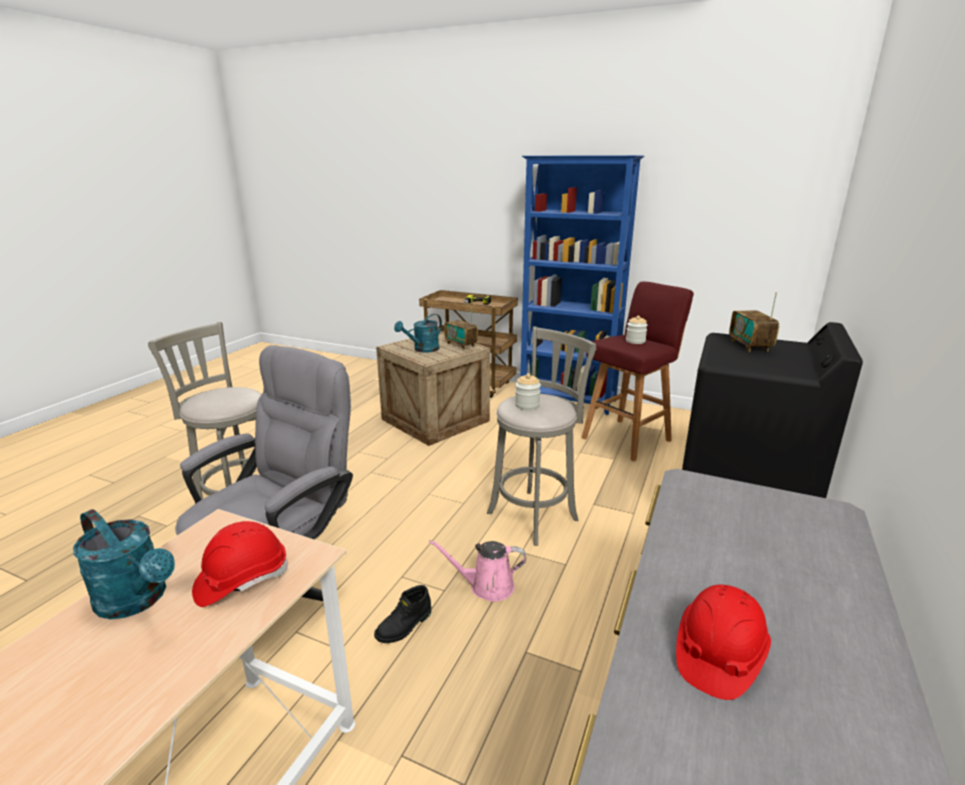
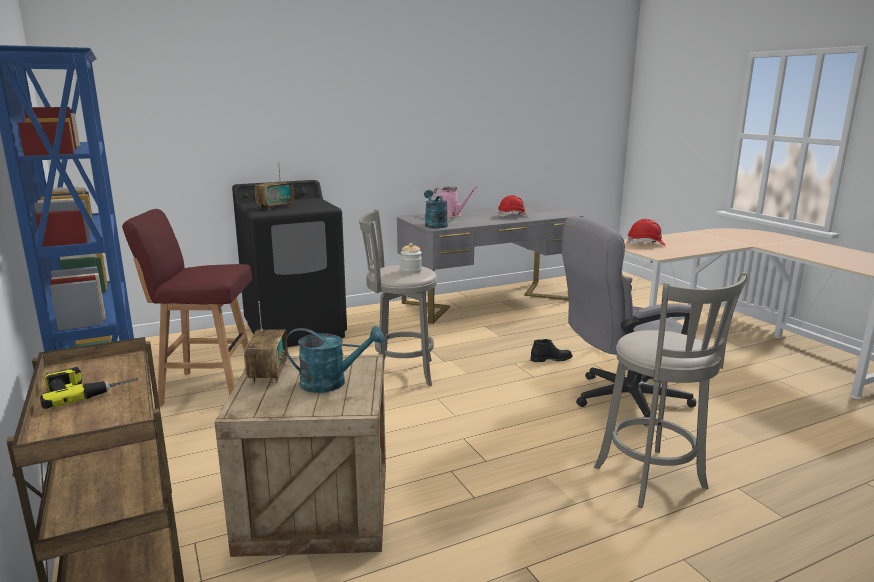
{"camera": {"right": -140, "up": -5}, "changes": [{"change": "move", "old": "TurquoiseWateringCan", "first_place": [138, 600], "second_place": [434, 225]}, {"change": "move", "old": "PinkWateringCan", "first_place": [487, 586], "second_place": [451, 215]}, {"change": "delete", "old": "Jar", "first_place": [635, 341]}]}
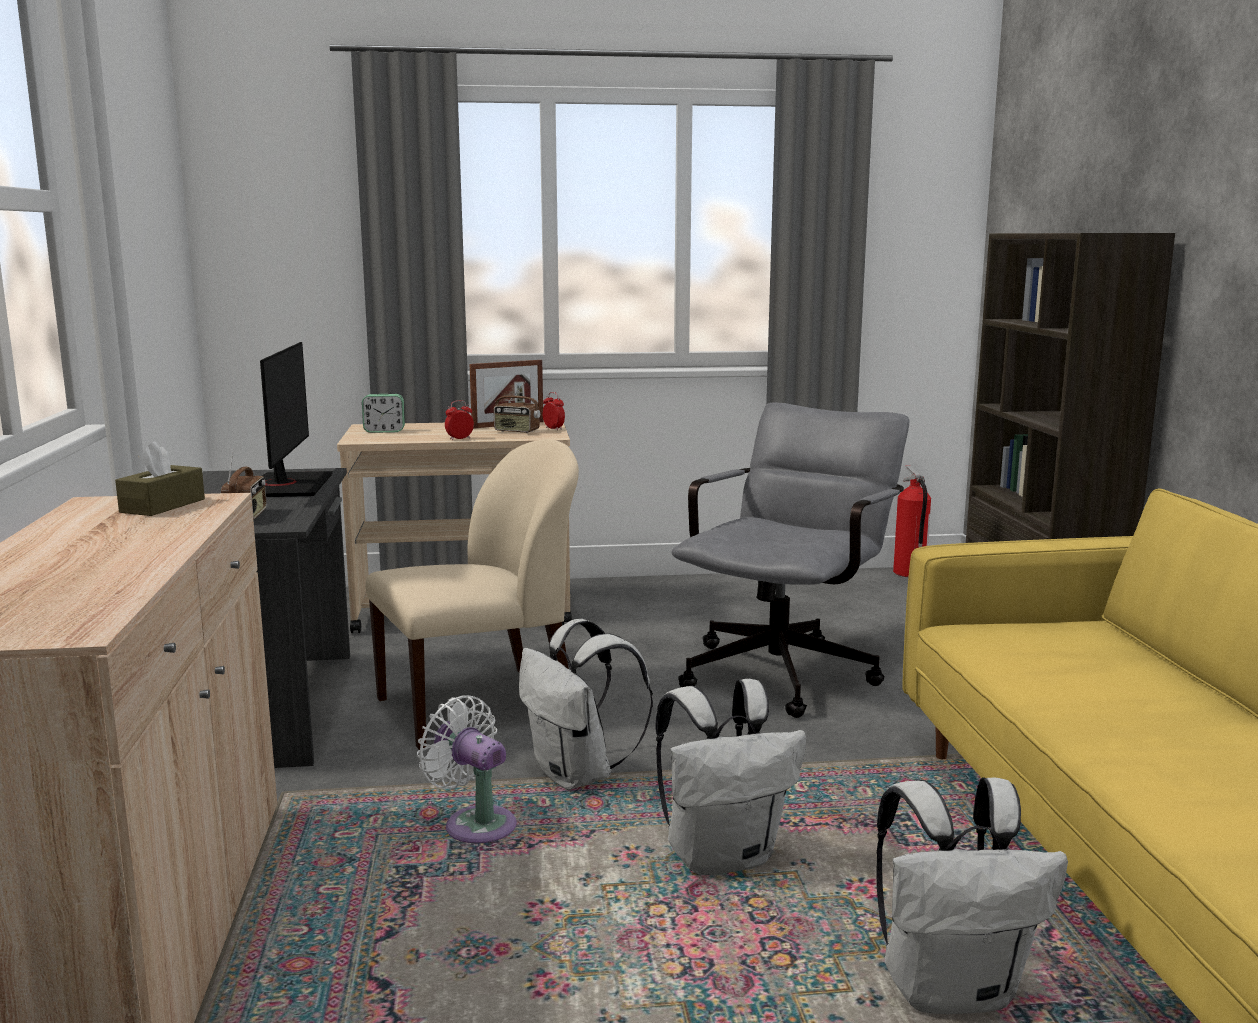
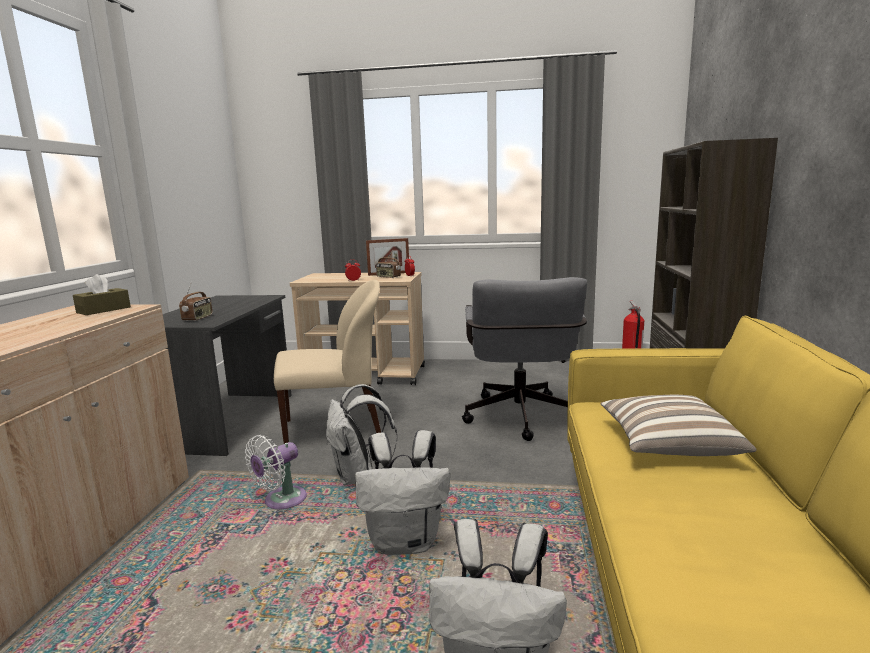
{"camera": {"right": 15, "up": 0}, "changes": [{"change": "rotate", "old": "WhiteFan", "first_place": [475, 824], "second_place": [281, 501], "degrees": -105}, {"change": "rotate", "old": "GreyOfficeChair", "first_place": [786, 670], "second_place": [520, 420], "degrees": 135}, {"change": "insert", "new": "Pillow", "second_place": [668, 445]}, {"change": "delete", "old": "Monitor", "first_place": [288, 486]}, {"change": "delete", "old": "AlarmClock", "first_place": [384, 431]}]}
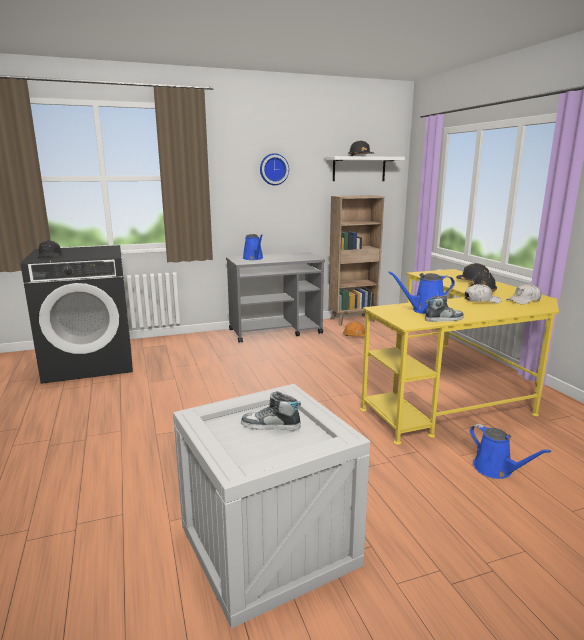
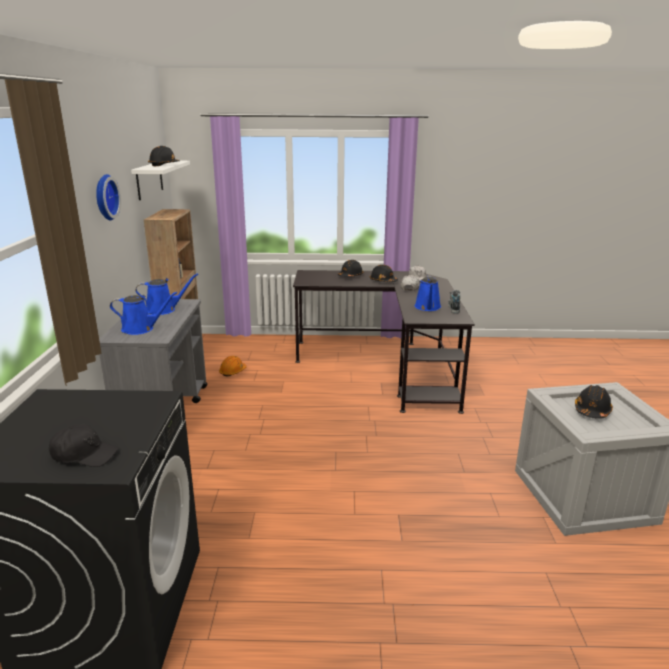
{"camera": {"right": -70, "up": 5}, "changes": [{"change": "move", "old": "BlueWateringCan", "first_place": [496, 469], "second_place": [164, 310]}, {"change": "recolor", "old": "YellowDesk", "new": "BlackDesk", "first_place": [455, 389], "second_place": [387, 365]}, {"change": "replace", "old": "Shoe", "new": "BlackHardHat", "first_place": [271, 425], "second_place": [592, 410]}]}
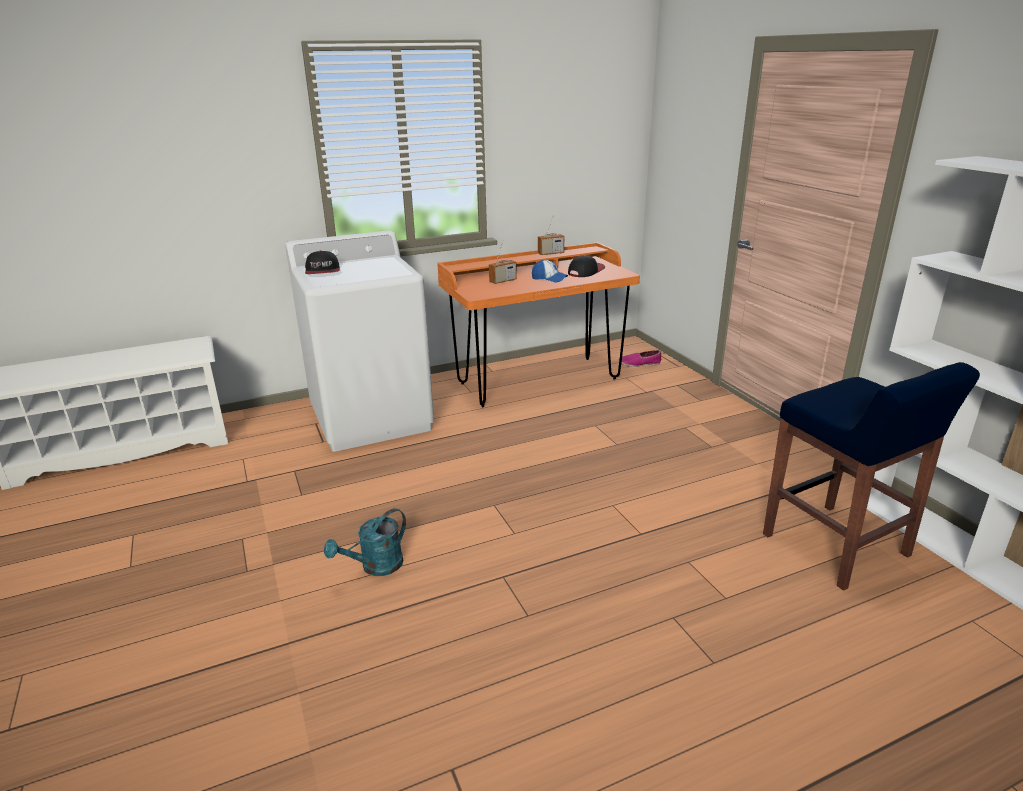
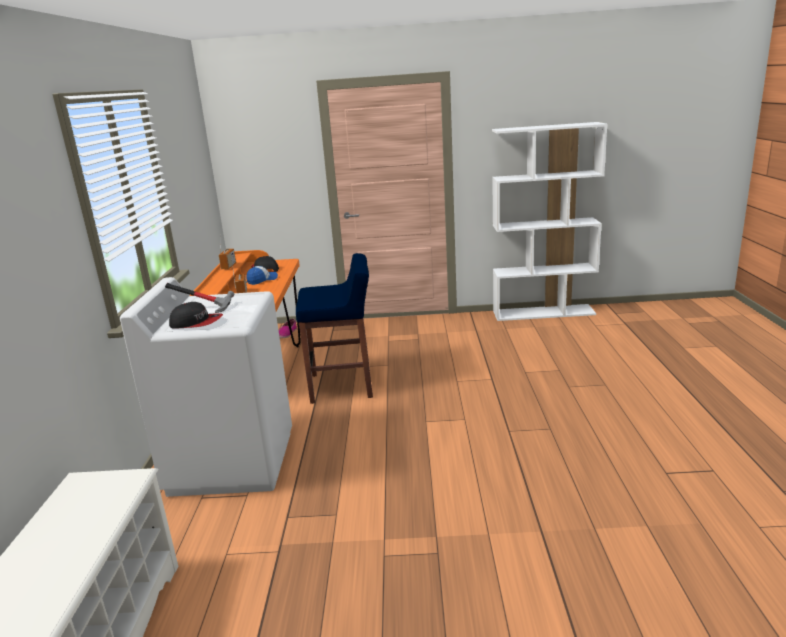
{"camera": {"right": -65, "up": -5}, "changes": [{"change": "insert", "new": "Hammer", "second_place": [205, 307]}, {"change": "move", "old": "BlueStool", "first_place": [837, 547], "second_place": [343, 386]}, {"change": "delete", "old": "TurquoiseWateringCan", "first_place": [375, 567]}]}
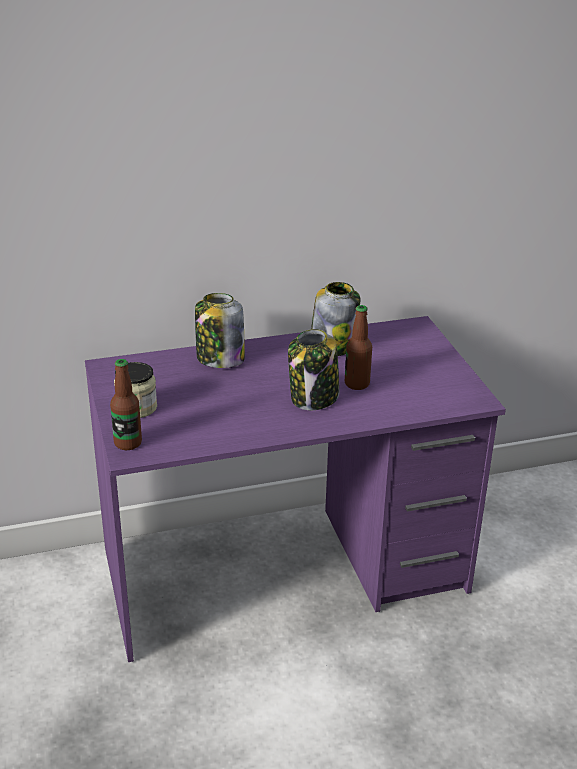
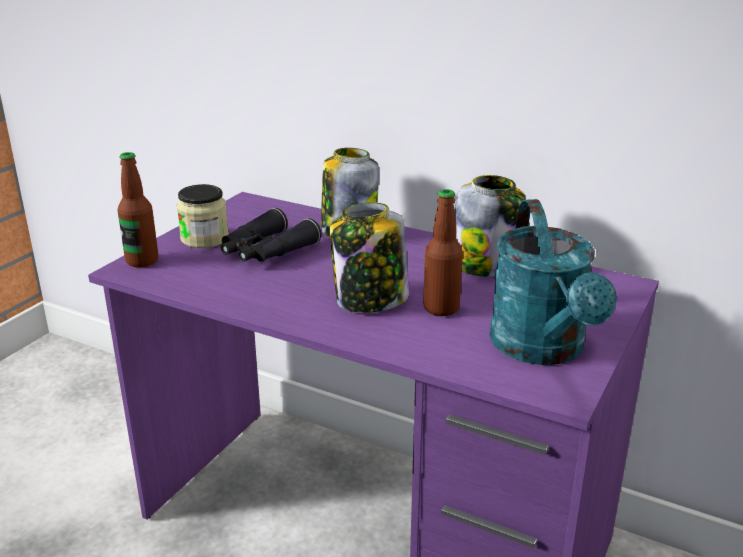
{"camera": {"right": 45, "up": -5}, "changes": [{"change": "insert", "new": "BlackBinoculars", "second_place": [266, 251]}, {"change": "insert", "new": "TurquoiseWateringCan", "second_place": [543, 349]}]}
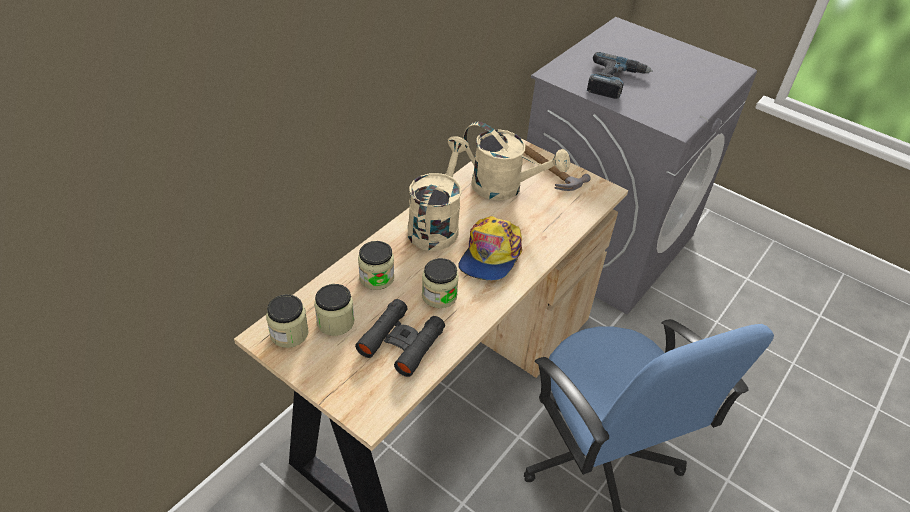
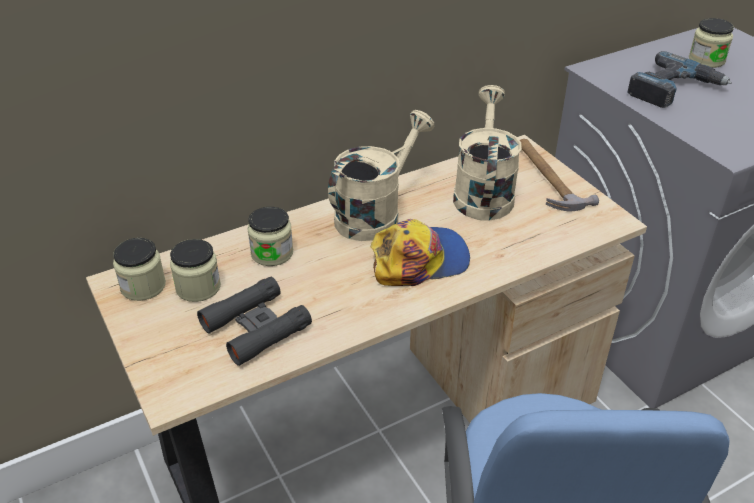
{"camera": {"right": 25, "up": -5}, "changes": [{"change": "rotate", "old": "Cap", "first_place": [490, 255], "second_place": [419, 260], "degrees": -150}, {"change": "rotate", "old": "BeigeWateringCan", "first_place": [505, 188], "second_place": [483, 192], "degrees": -135}, {"change": "move", "old": "Jar", "first_place": [439, 295], "second_place": [706, 60]}]}
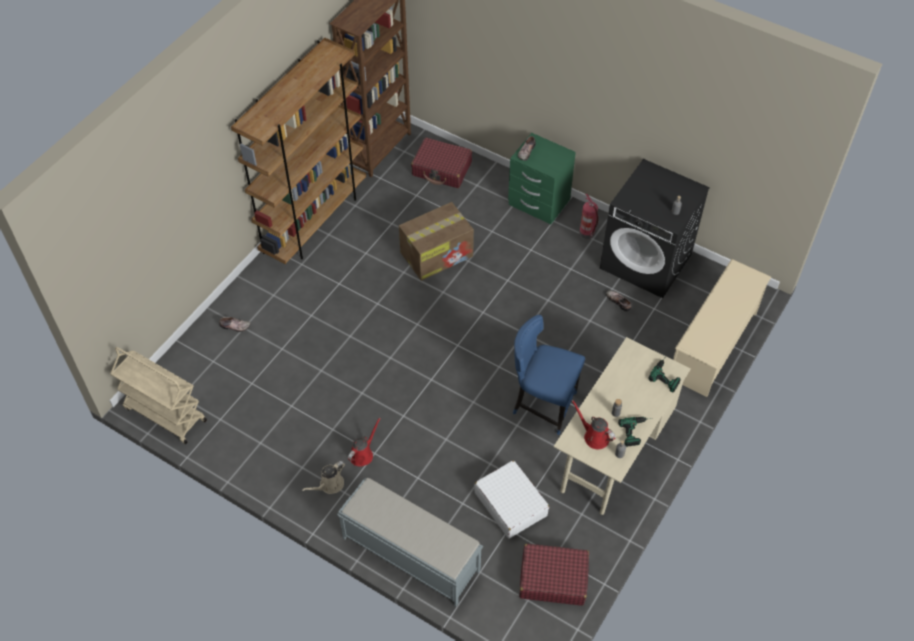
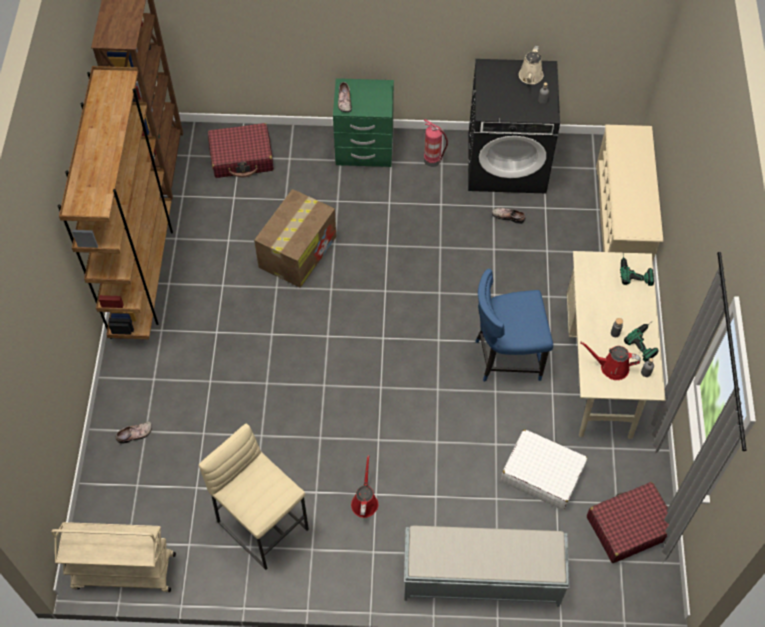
{"camera": {"right": -30, "up": 5}, "changes": [{"change": "insert", "new": "BeigeStool", "second_place": [263, 525]}, {"change": "move", "old": "BeigeWateringCan", "first_place": [329, 485], "second_place": [530, 77]}]}
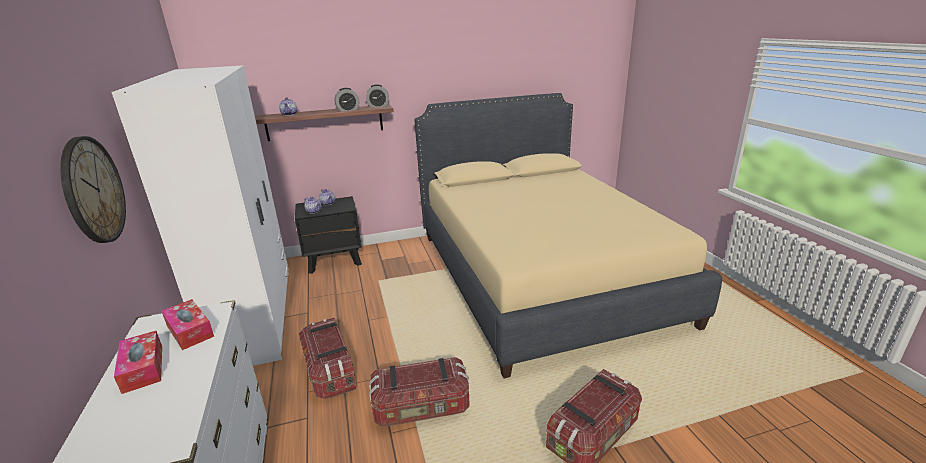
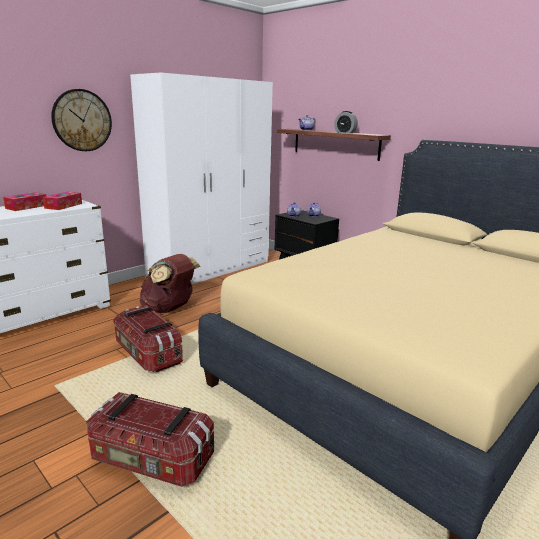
{"camera": {"right": 60, "up": -5}, "changes": [{"change": "replace", "old": "StorageBox", "new": "BrownBackpack", "first_place": [330, 372], "second_place": [169, 309]}, {"change": "delete", "old": "AlarmClock", "first_place": [378, 106]}]}
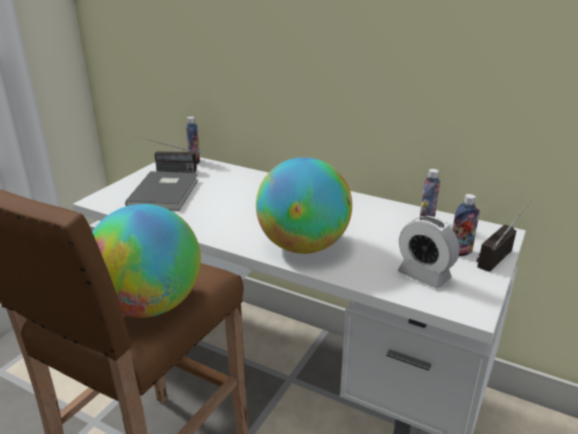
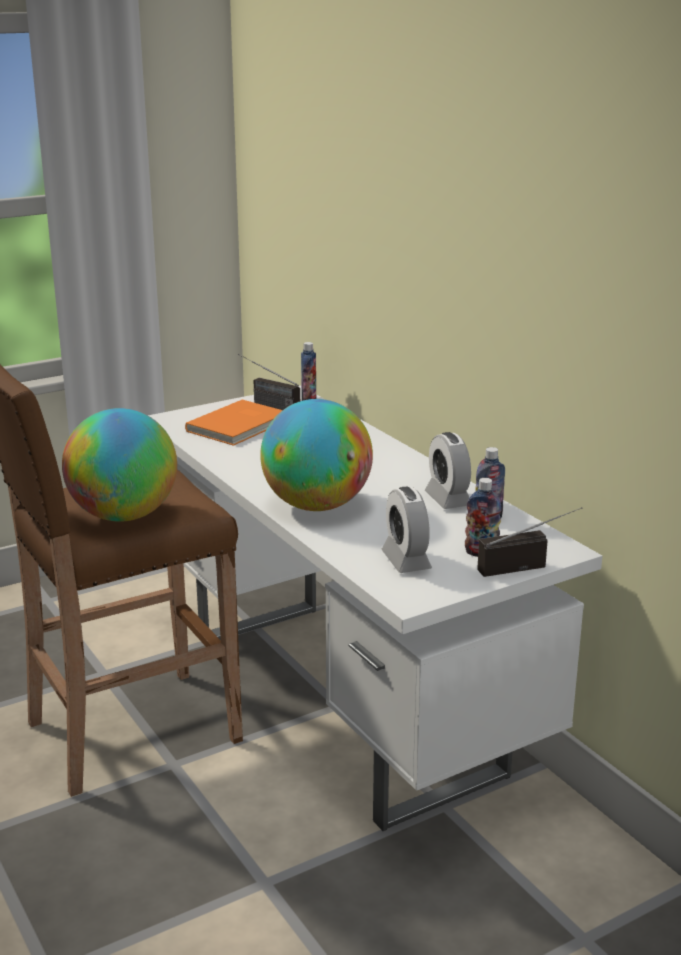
{"camera": {"right": 30, "up": -5}, "changes": [{"change": "recolor", "old": "GreyBook", "new": "OrangeBook", "first_place": [166, 192], "second_place": [240, 426]}, {"change": "insert", "new": "AlarmClock", "second_place": [448, 499]}]}
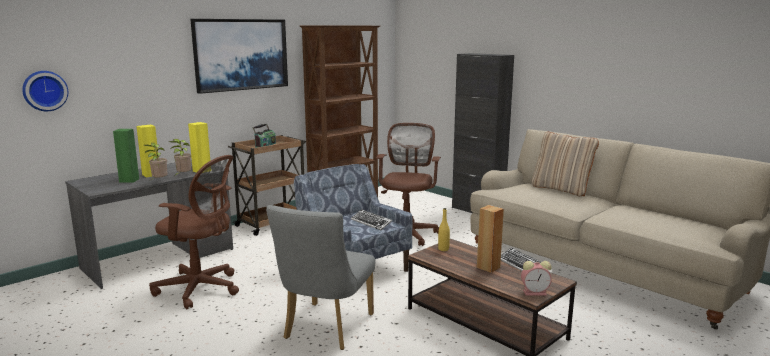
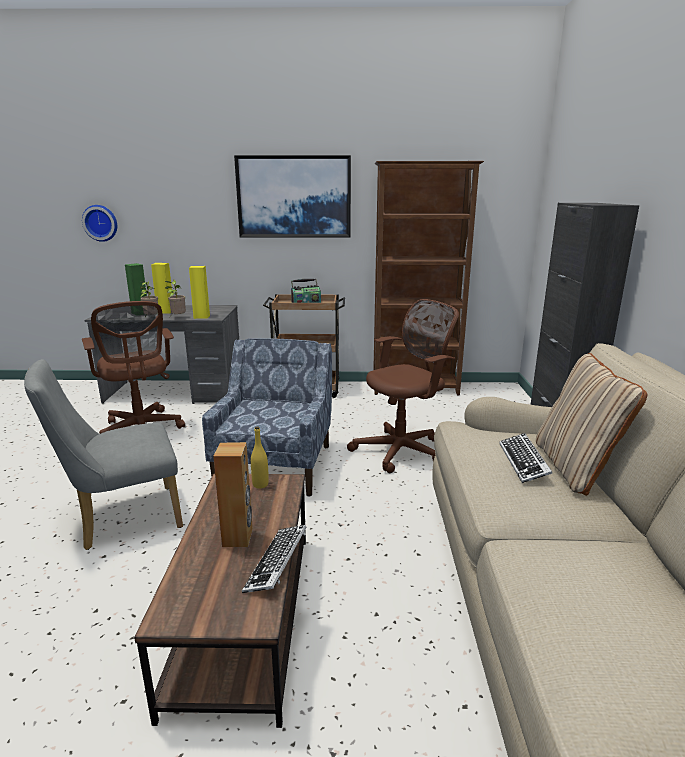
{"camera": {"right": 45, "up": 5}, "changes": [{"change": "move", "old": "Keyboard", "first_place": [371, 222], "second_place": [523, 462]}, {"change": "delete", "old": "AlarmClock", "first_place": [535, 292]}]}
